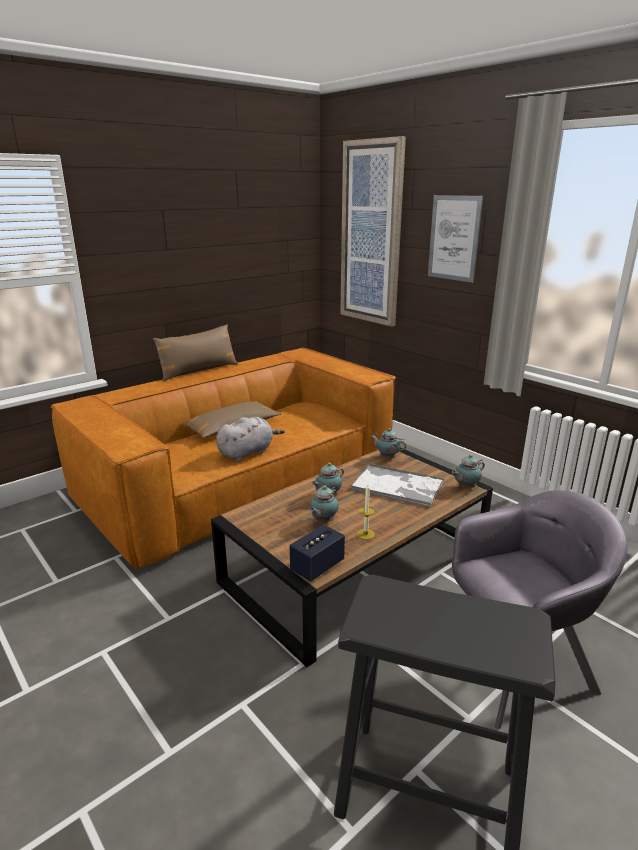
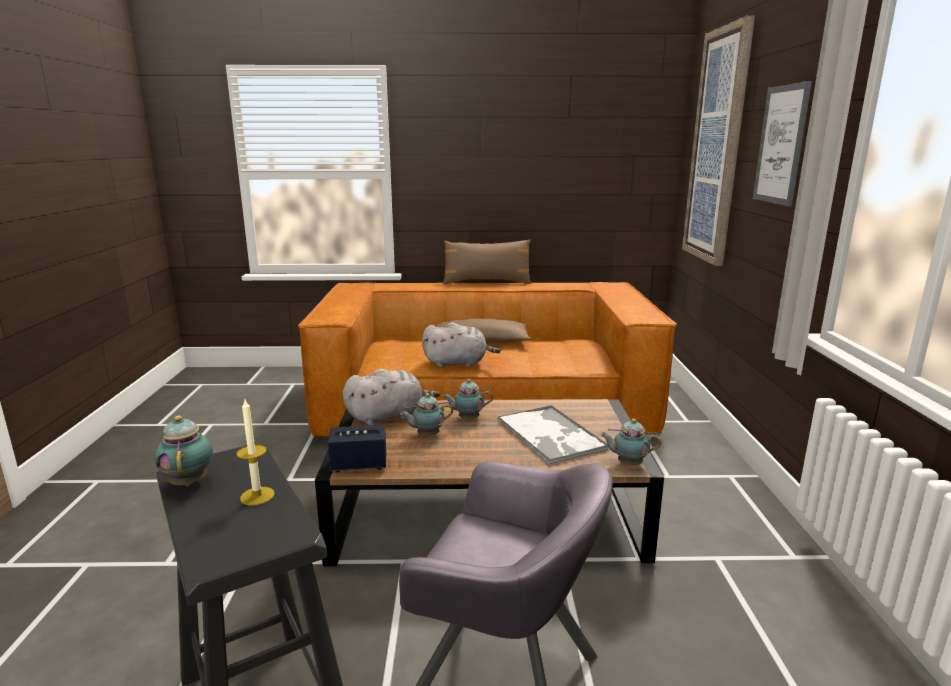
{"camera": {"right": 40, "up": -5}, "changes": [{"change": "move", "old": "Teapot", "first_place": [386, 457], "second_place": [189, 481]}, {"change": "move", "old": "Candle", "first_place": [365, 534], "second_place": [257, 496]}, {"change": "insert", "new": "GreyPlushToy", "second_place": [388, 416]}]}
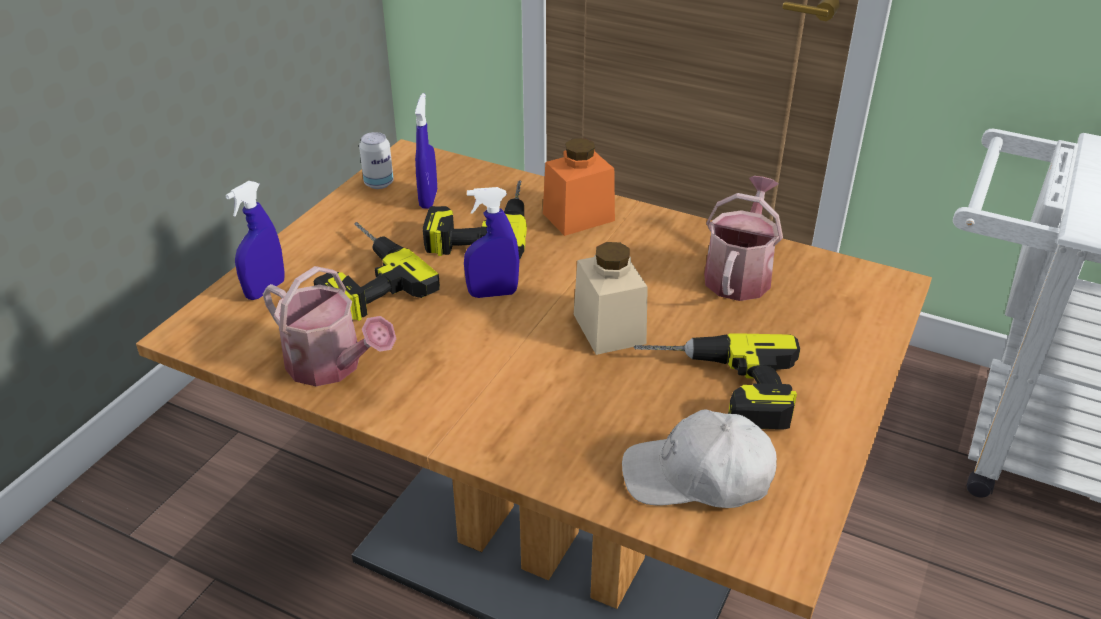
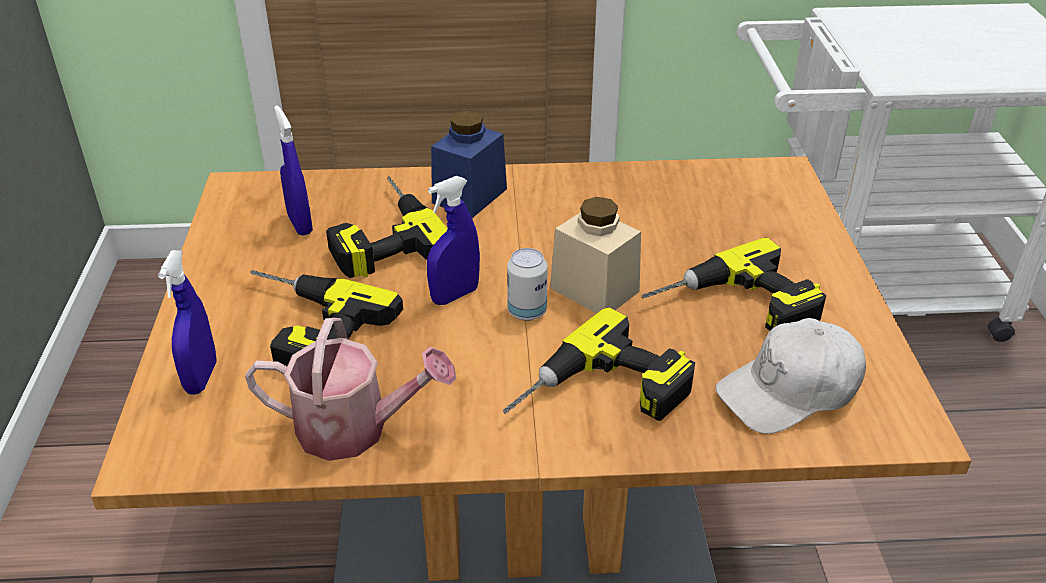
{"camera": {"right": -30, "up": 0}, "changes": [{"change": "recolor", "old": "OrangeJar", "new": "BlueJar", "first_place": [578, 217], "second_place": [469, 196]}, {"change": "insert", "new": "PowerDrill", "second_place": [600, 396]}, {"change": "move", "old": "Can", "first_place": [379, 183], "second_place": [527, 312]}, {"change": "delete", "old": "WateringCan", "first_place": [739, 274]}]}
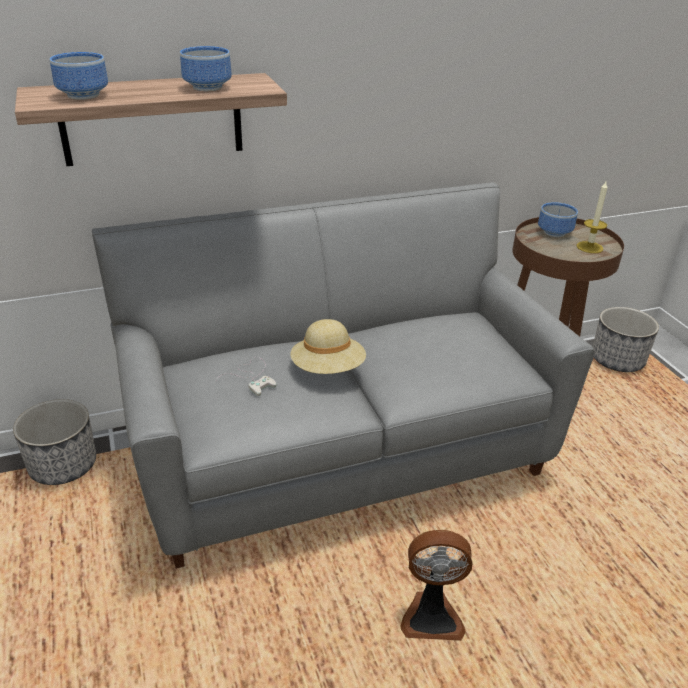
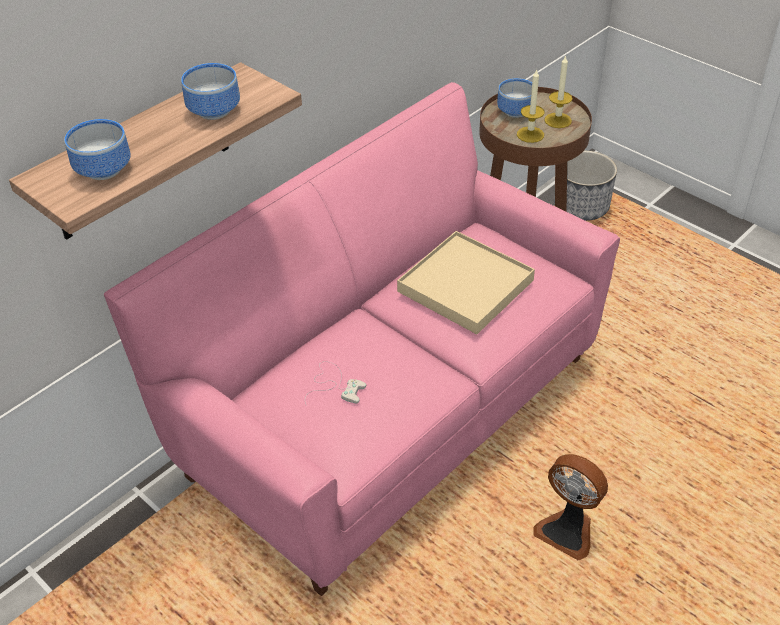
{"camera": {"right": -25, "up": 10}, "changes": [{"change": "recolor", "old": "GreySofa", "new": "PinkSofa", "first_place": [340, 454], "second_place": [392, 415]}, {"change": "insert", "new": "BeigeTray", "second_place": [465, 286]}, {"change": "insert", "new": "Candle", "second_place": [530, 134]}, {"change": "rotate", "old": "Fan", "first_place": [431, 616], "second_place": [567, 531], "degrees": 60}, {"change": "delete", "old": "Planter", "first_place": [63, 465]}, {"change": "delete", "old": "BeigeHat", "first_place": [328, 369]}]}
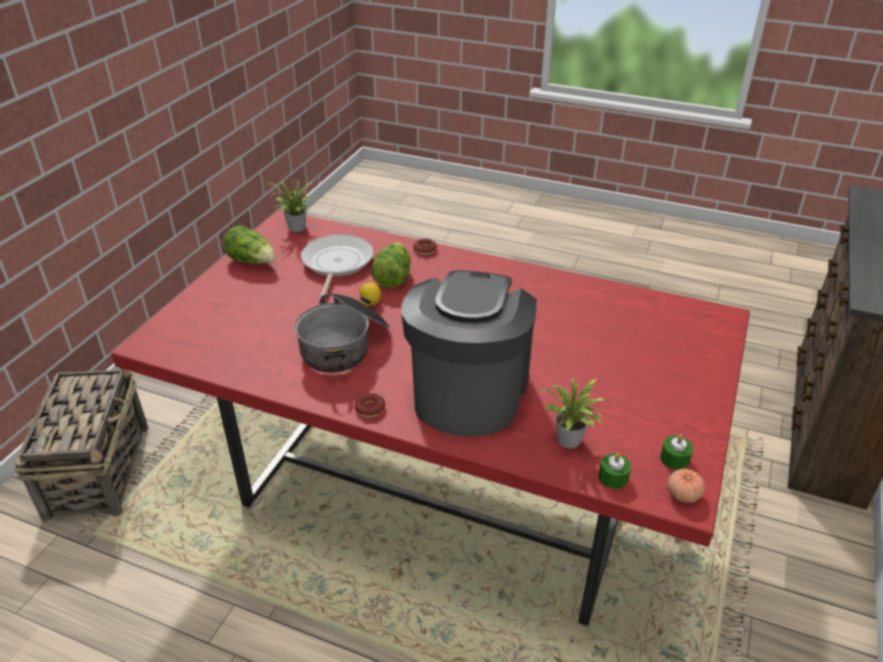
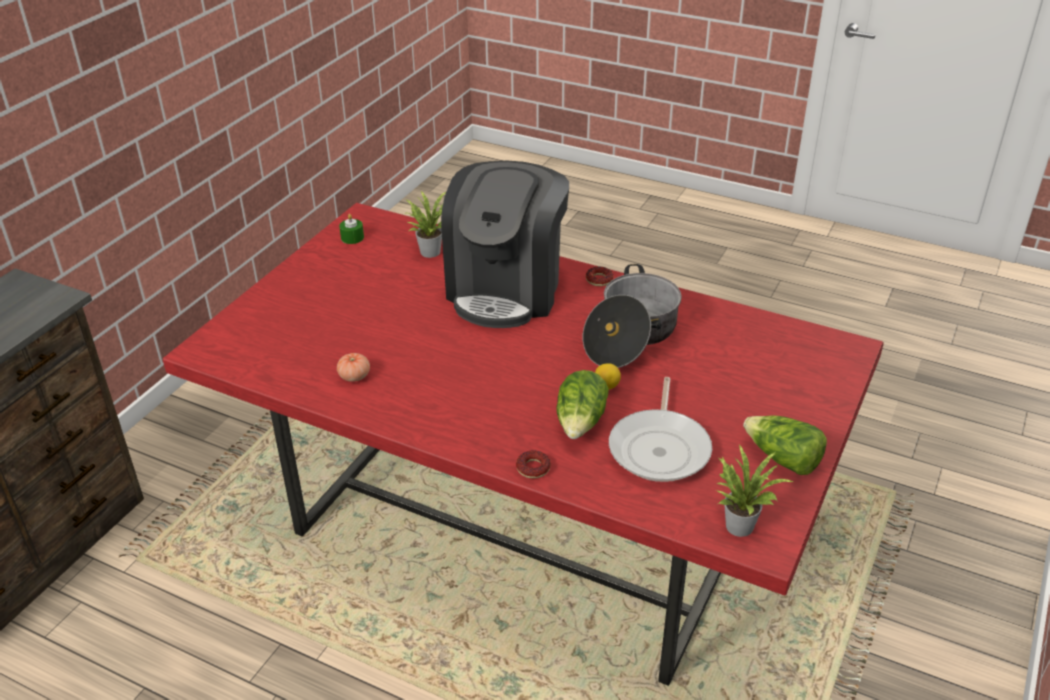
{"camera": {"right": -175, "up": 0}, "changes": [{"change": "move", "old": "Tomato", "first_place": [683, 494], "second_place": [354, 376]}, {"change": "delete", "old": "Basket", "first_place": [98, 469]}, {"change": "delete", "old": "GreenCandle", "first_place": [613, 477]}]}
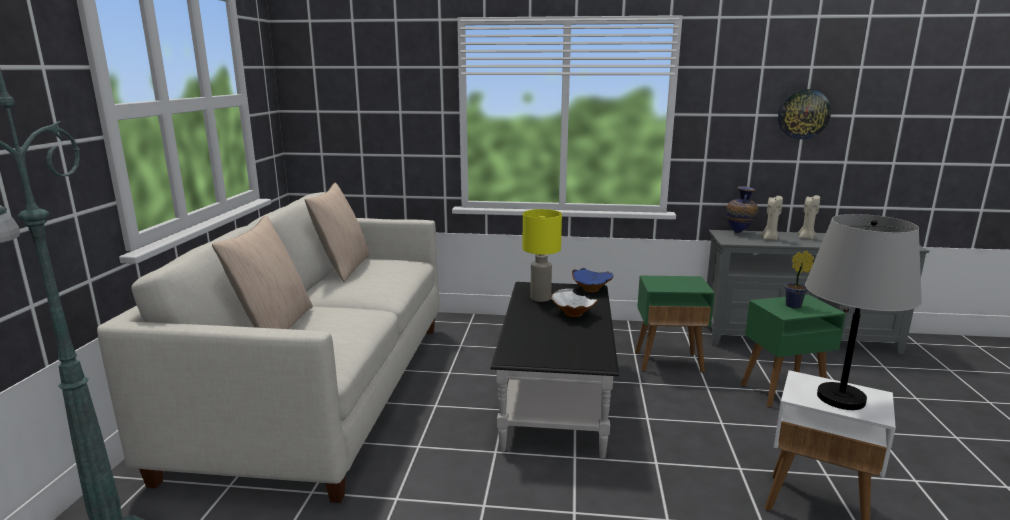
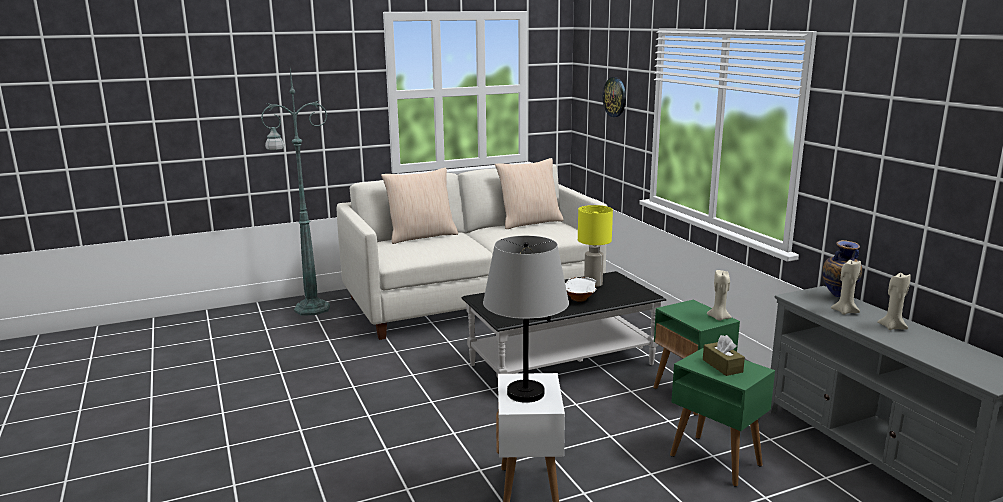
{"camera": {"right": 60, "up": 0}, "changes": [{"change": "move", "old": "WallClock", "first_place": [803, 114], "second_place": [615, 97]}, {"change": "replace", "old": "PottedPlant", "new": "BrownTissueBox", "first_place": [795, 306], "second_place": [722, 366]}, {"change": "insert", "new": "BeigeCandle", "second_place": [718, 318]}, {"change": "delete", "old": "BlueBowl", "first_place": [591, 289]}]}
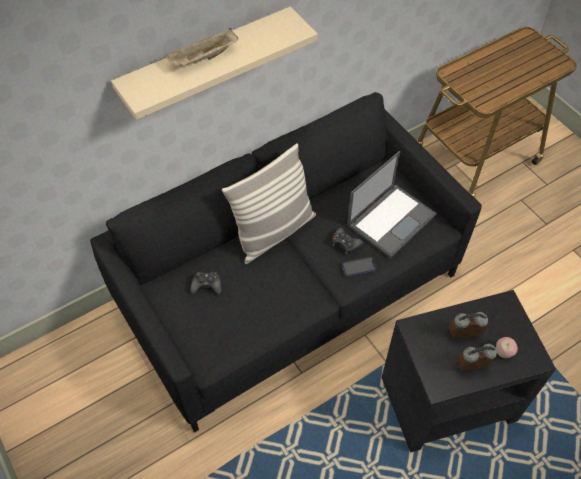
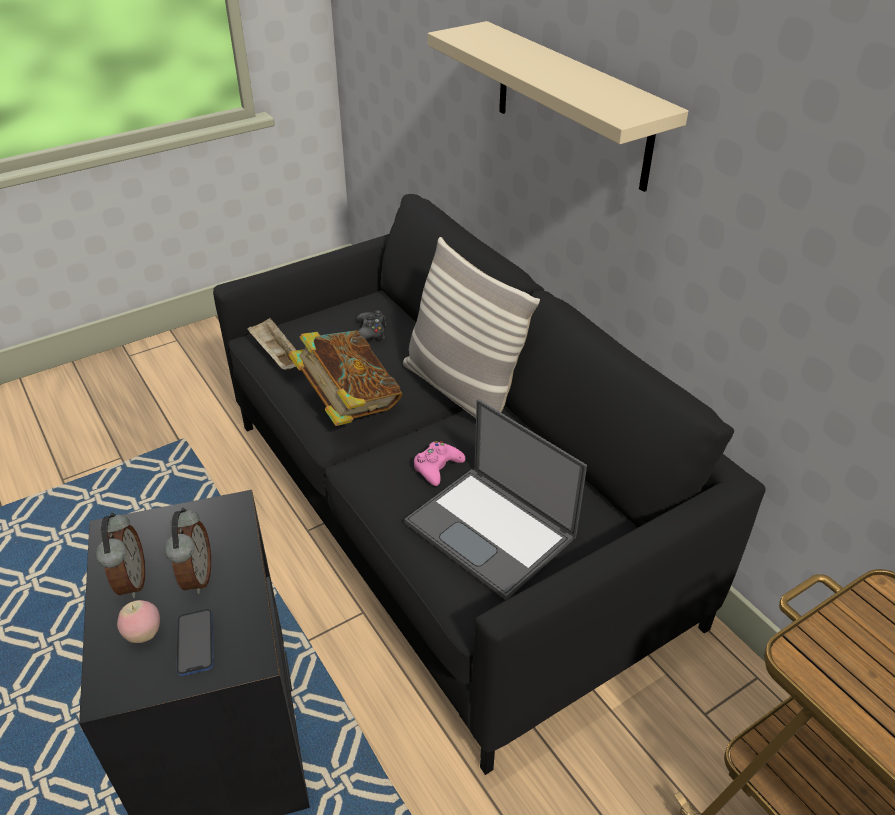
{"camera": {"right": 90, "up": -15}, "changes": [{"change": "move", "old": "Phone", "first_place": [359, 267], "second_place": [195, 643]}, {"change": "move", "old": "BeigeTray", "first_place": [203, 59], "second_place": [277, 356]}, {"change": "insert", "new": "Book", "second_place": [349, 405]}, {"change": "recolor", "old": "BlackGameController", "new": "PinkGameController", "first_place": [345, 243], "second_place": [437, 467]}]}
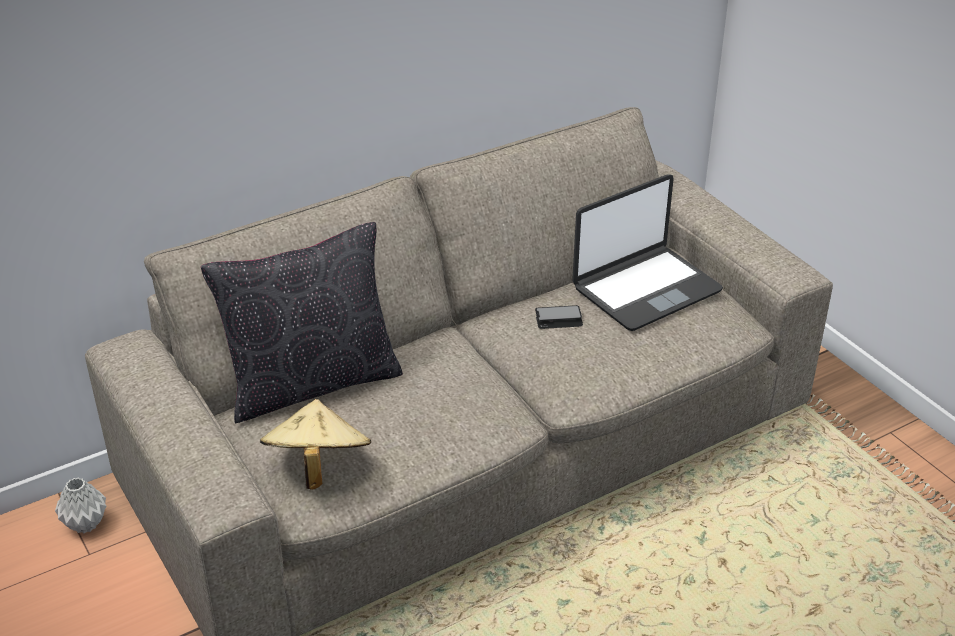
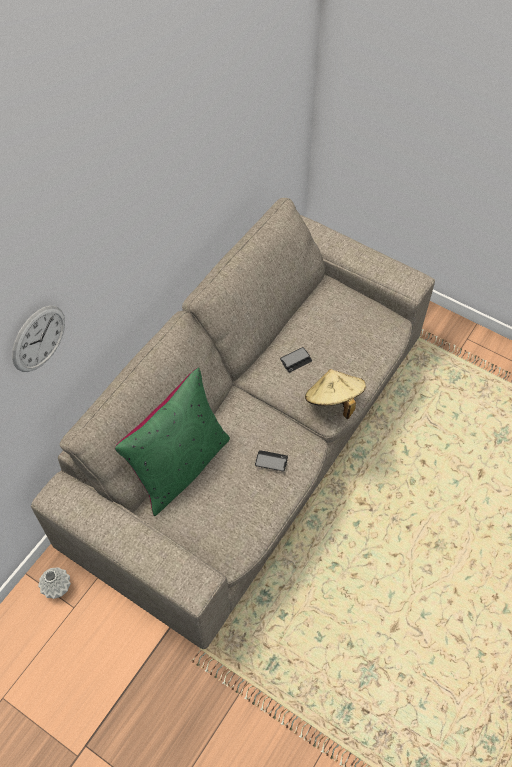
{"camera": {"right": -25, "up": 20}, "changes": [{"change": "insert", "new": "WallClock", "second_place": [38, 339]}, {"change": "recolor", "old": "BlackPillow", "new": "GreenPillow", "first_place": [311, 383], "second_place": [180, 466]}, {"change": "insert", "new": "Phone", "second_place": [271, 461]}, {"change": "move", "old": "BeigeHat", "first_place": [317, 467], "second_place": [333, 401]}, {"change": "delete", "old": "Laptop", "first_place": [645, 289]}]}
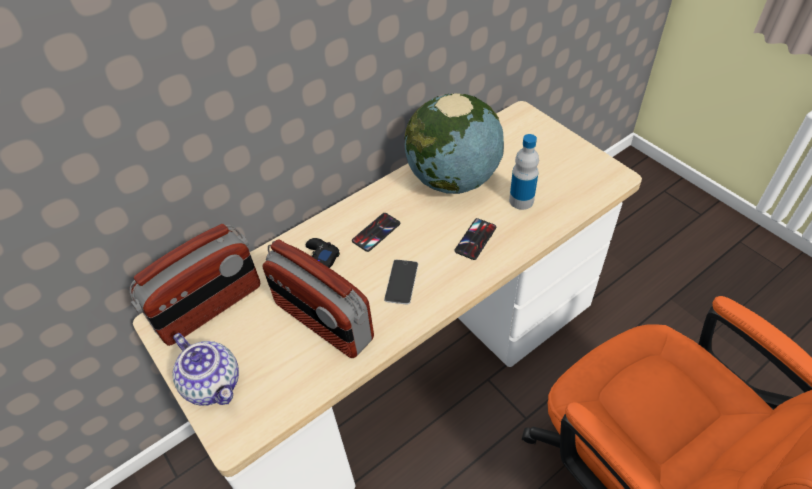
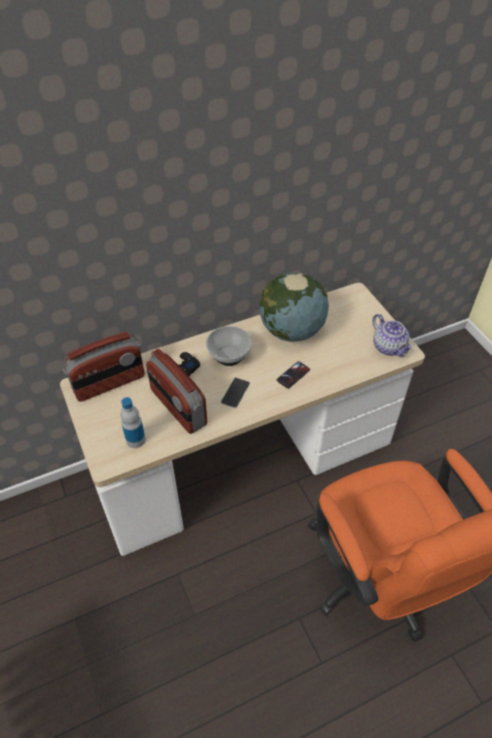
{"camera": {"right": 10, "up": 0}, "changes": [{"change": "move", "old": "Bottle", "first_place": [521, 200], "second_place": [135, 440]}, {"change": "replace", "old": "Phone", "new": "Bowl", "first_place": [376, 232], "second_place": [228, 356]}, {"change": "move", "old": "Teapot", "first_place": [214, 384], "second_place": [389, 347]}]}
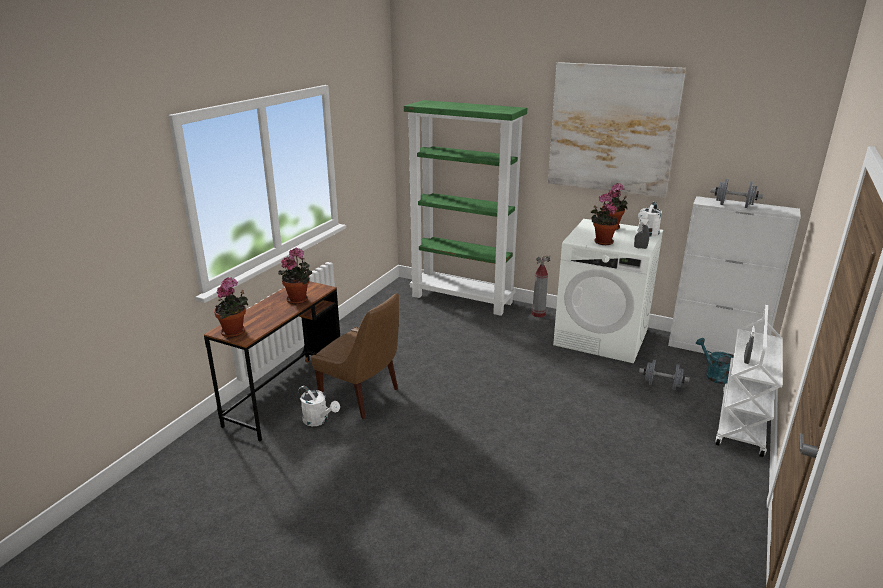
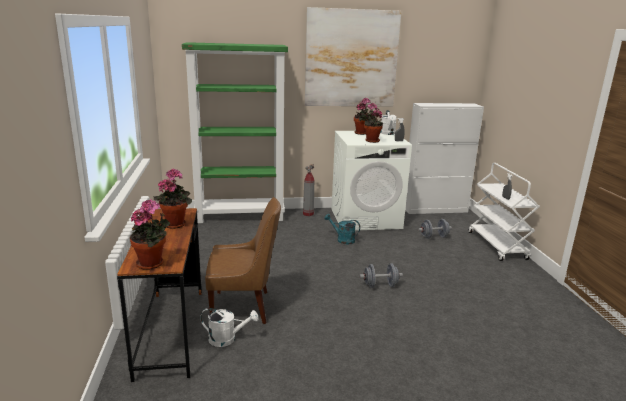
{"camera": {"right": -35, "up": -5}, "changes": [{"change": "move", "old": "TurquoiseWateringCan", "first_place": [714, 375], "second_place": [342, 239]}, {"change": "move", "old": "GreyDumbbell", "first_place": [733, 205], "second_place": [380, 285]}]}
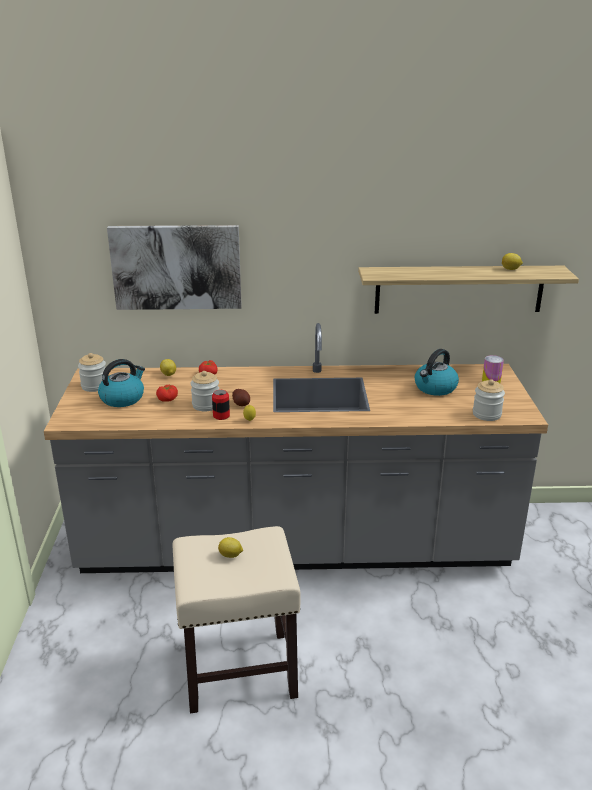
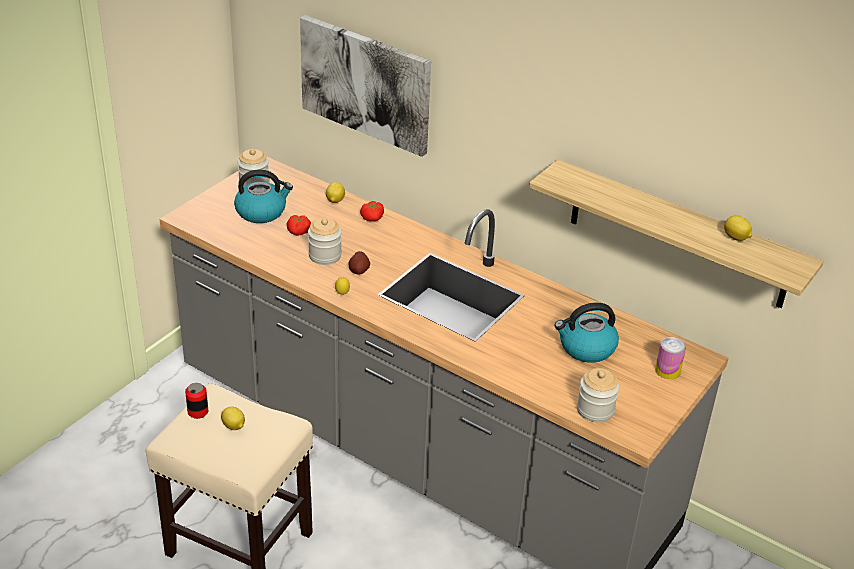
{"camera": {"right": 35, "up": 10}, "changes": [{"change": "move", "old": "Can", "first_place": [221, 416], "second_place": [198, 412]}]}
